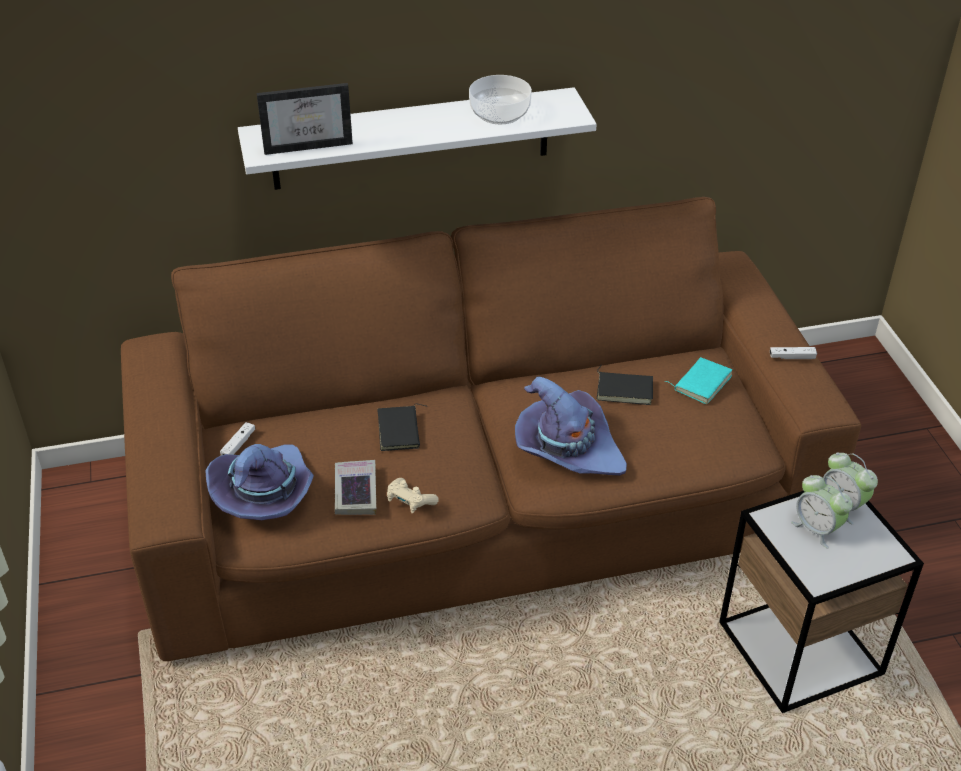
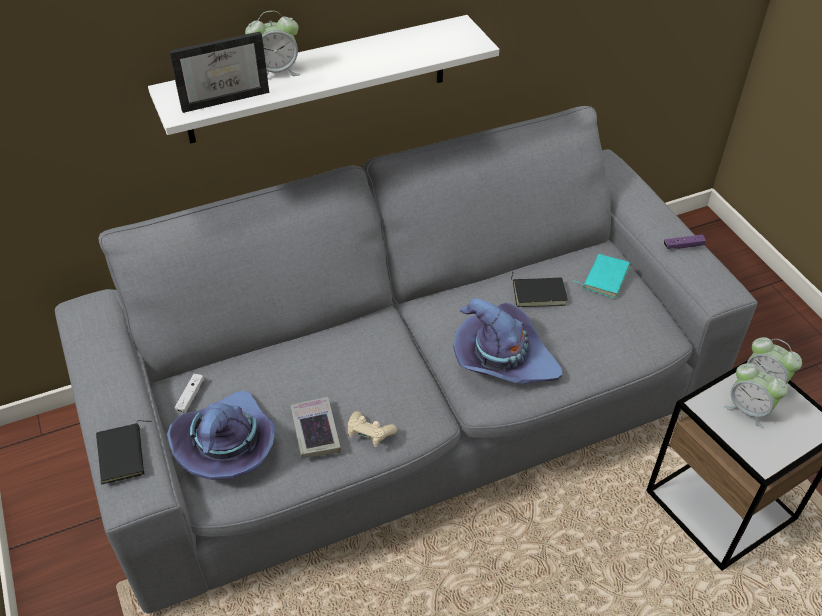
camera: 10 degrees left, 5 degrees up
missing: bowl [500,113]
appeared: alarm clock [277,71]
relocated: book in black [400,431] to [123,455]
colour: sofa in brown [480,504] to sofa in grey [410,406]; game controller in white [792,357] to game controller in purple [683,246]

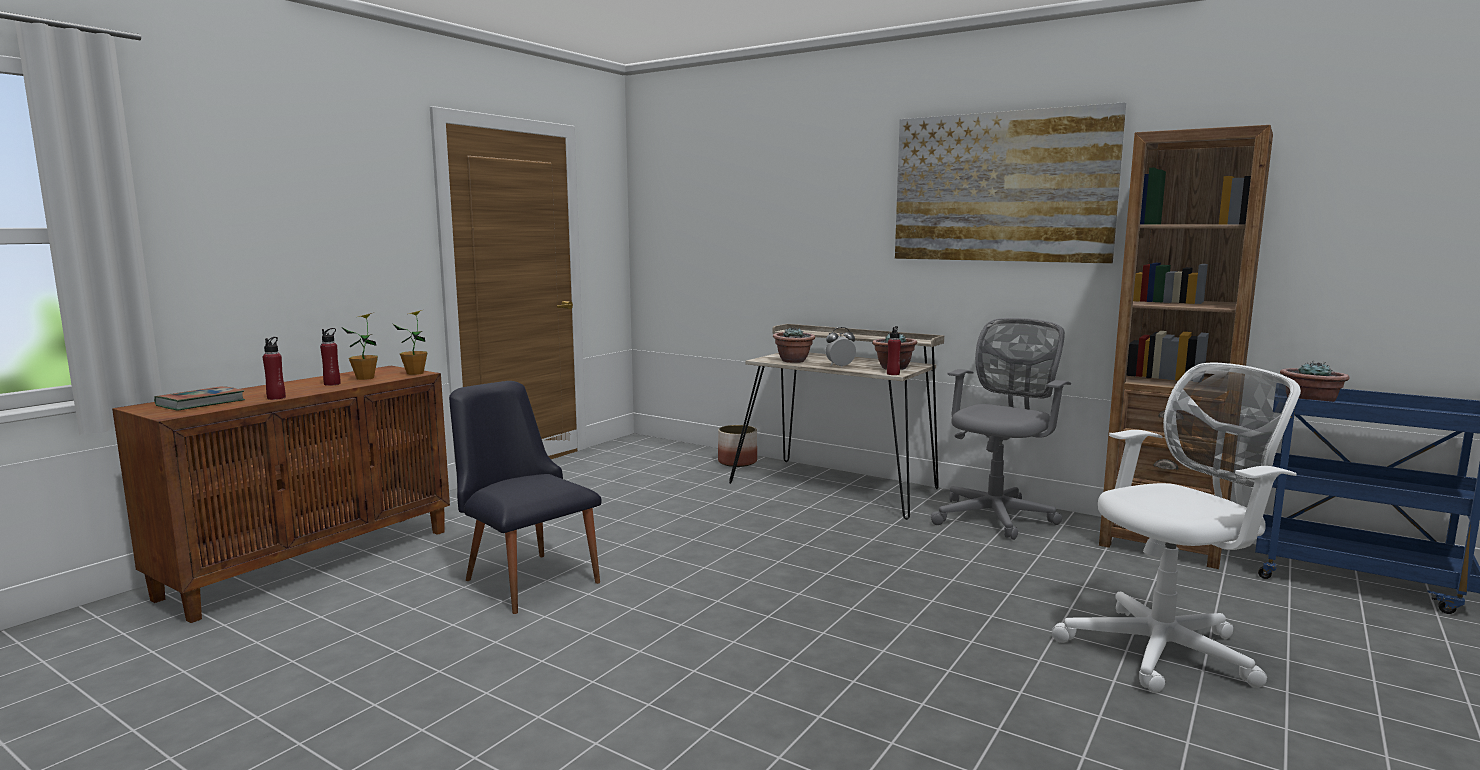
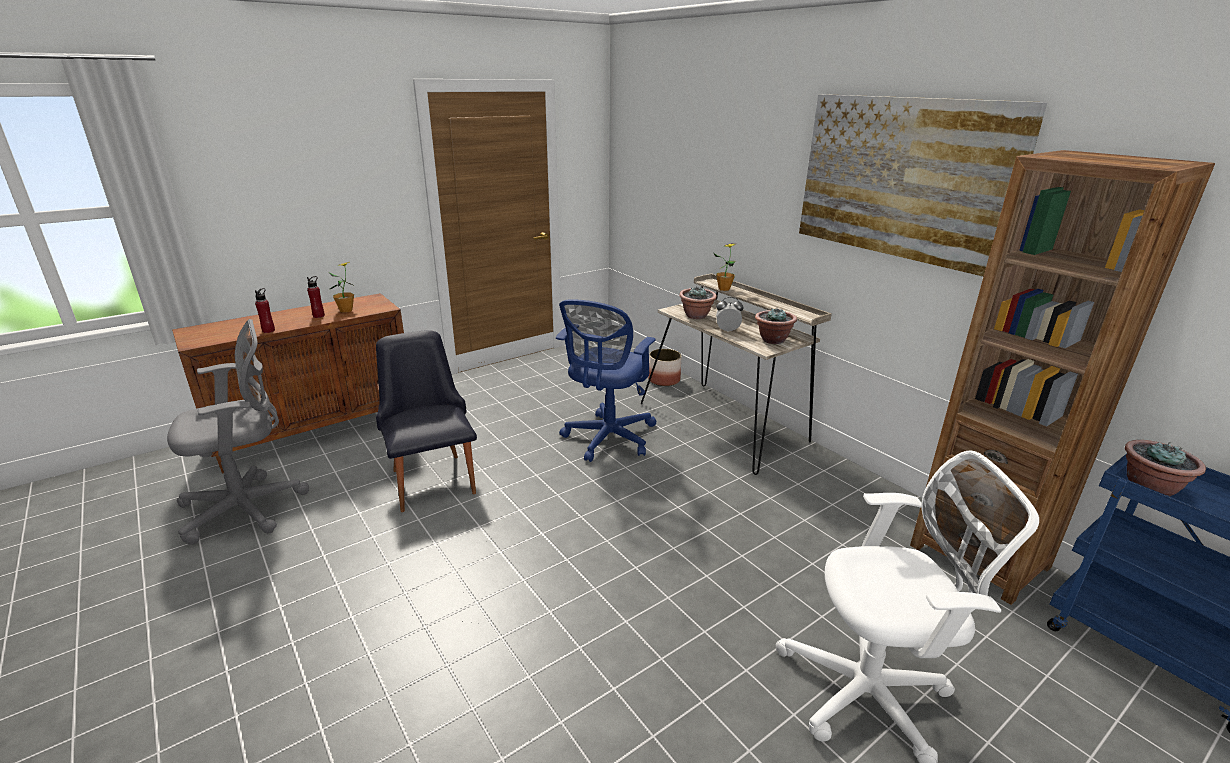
camera: 20 degrees right, 15 degrees up
missing: book [201,403]; bottle in red [893,374]
appeared: office chair in blue [607,439]
relocated: potted plant [415,373] to [724,289]; office chair in grey [996,516] to [249,507]

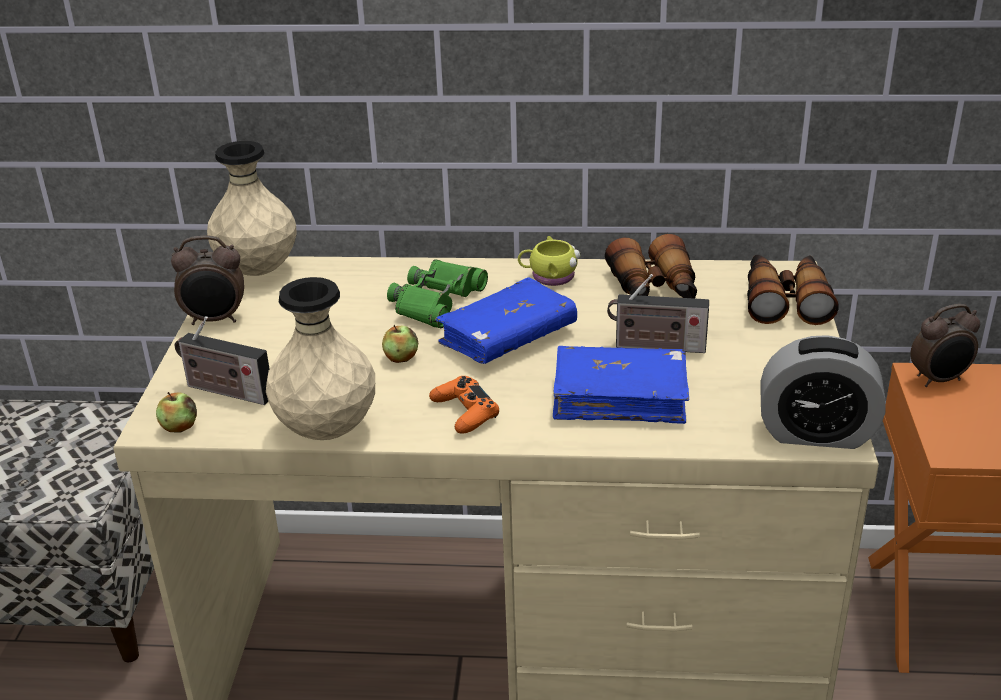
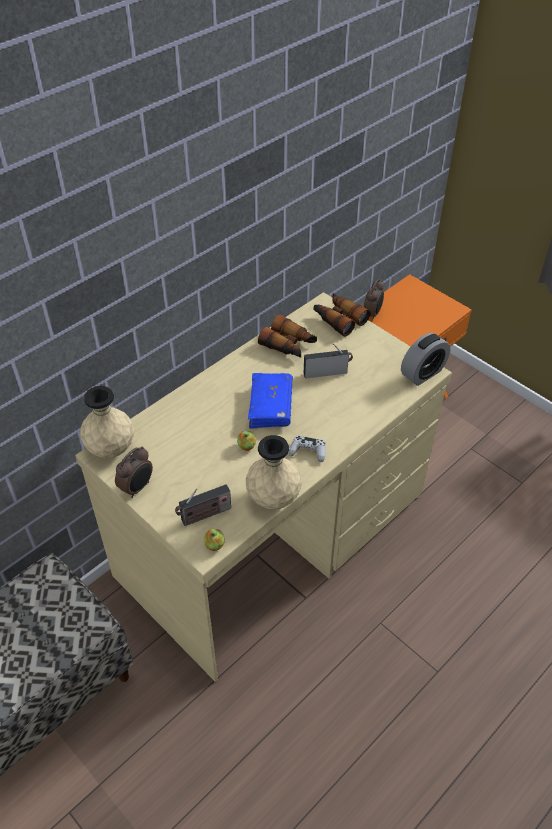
camera: 50 degrees left, 15 degrees up
missing: binoculars in green [437,301]; mug in yellow [549,276]; book in blue [619,398]
colour: game controller in orange [465,412] to game controller in white [308,451]
spun: radio [655,346] = [327,372] 150 degrees counterclockwise

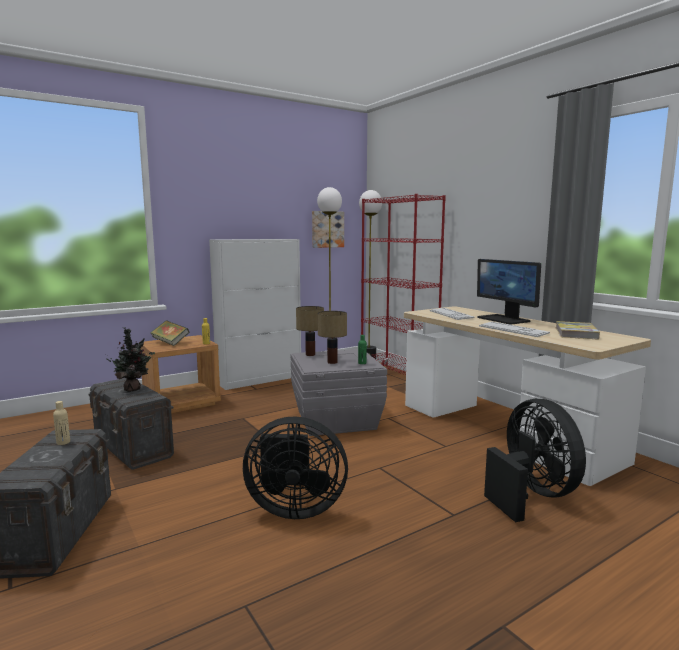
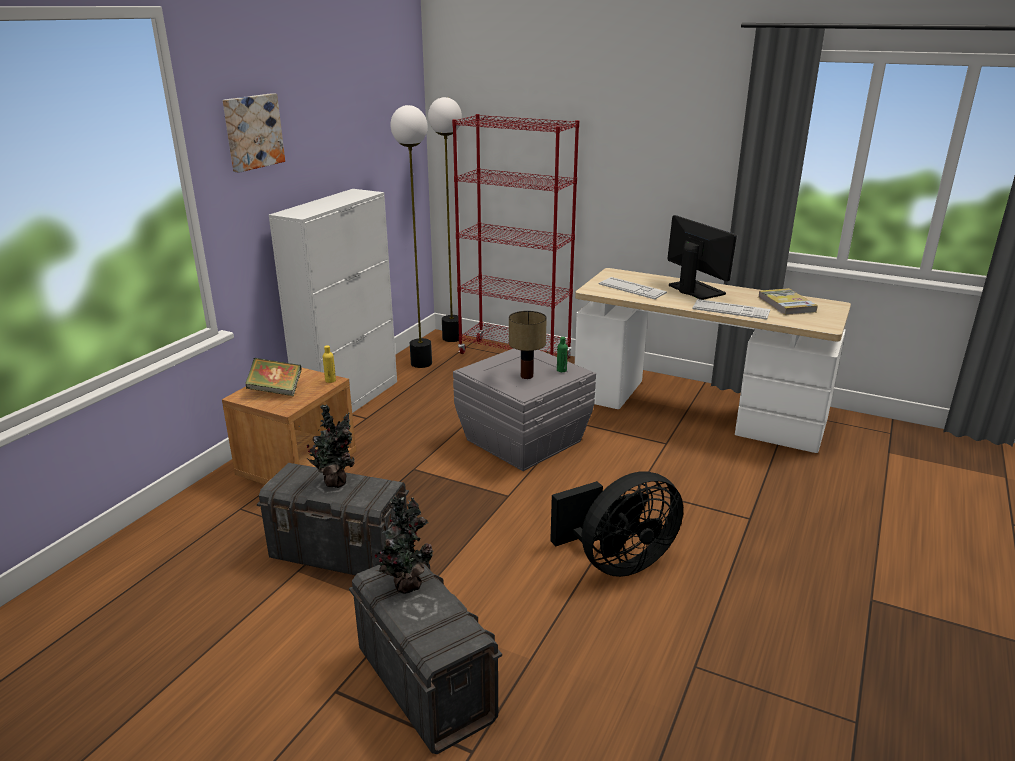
camera: 30 degrees left, 15 degrees up
missing: table lamp [309,355]; fan in black [531,495]
relocated: picture [327,229] to [252,132]
exchanged: bottle in beige [63,442] to potted plant [405,584]
spun: monitor [504,319] = [695,290] 150 degrees counterclockwise

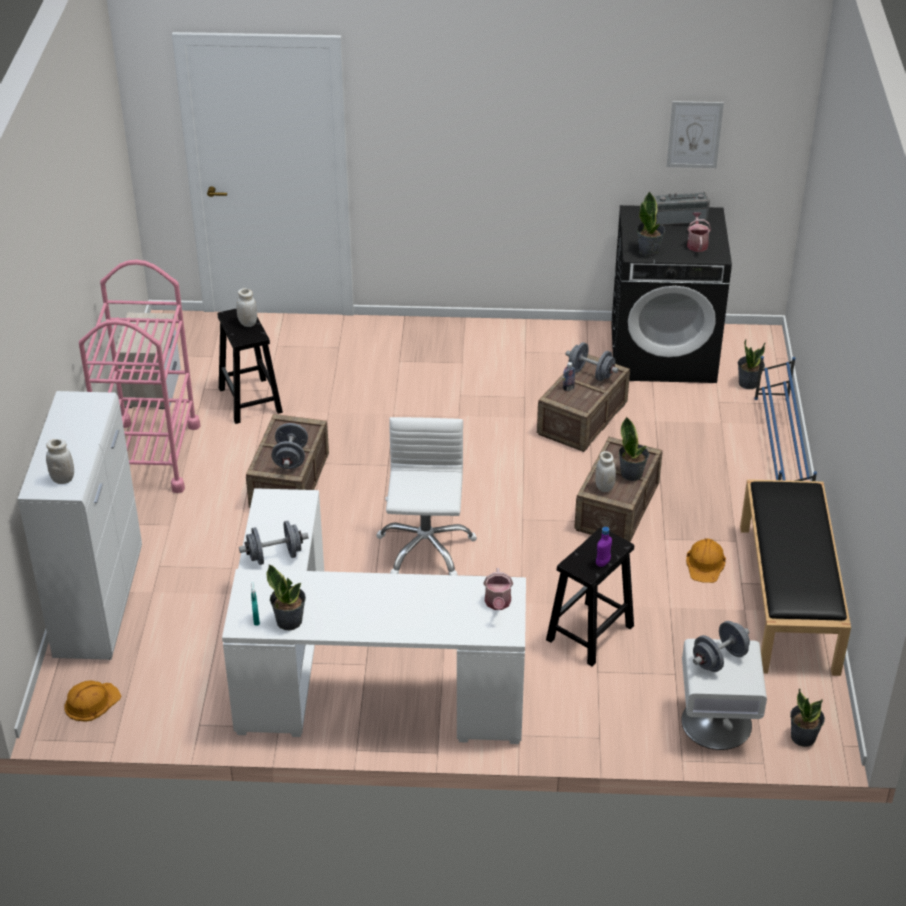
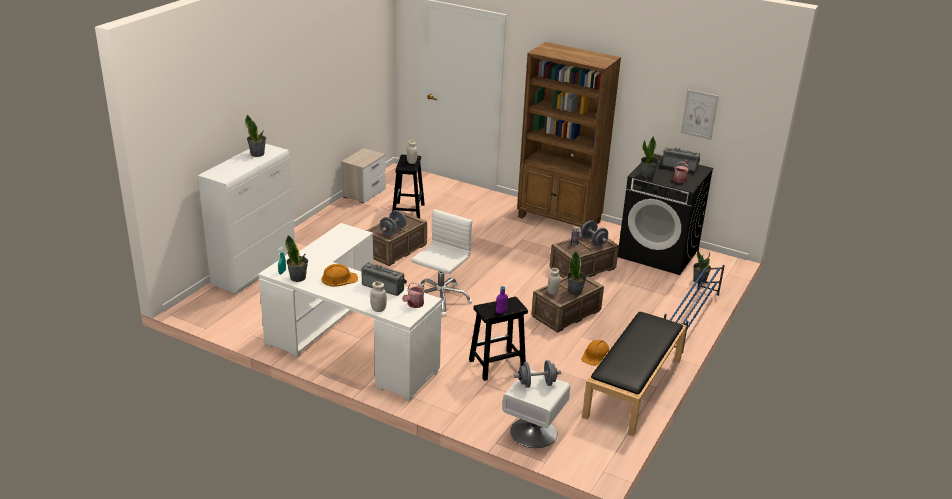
camera: 25 degrees right, 10 degrees down
missing: cart in pink [150,456]; dumbbell in grey [275,556]
appeared: radio [384,286]; bookcase in brown [559,220]
relocated: jar in white [63,479] to [378,309]; hard hat in orange [91,702] to [339,278]; potted plant [803,737] to [257,154]

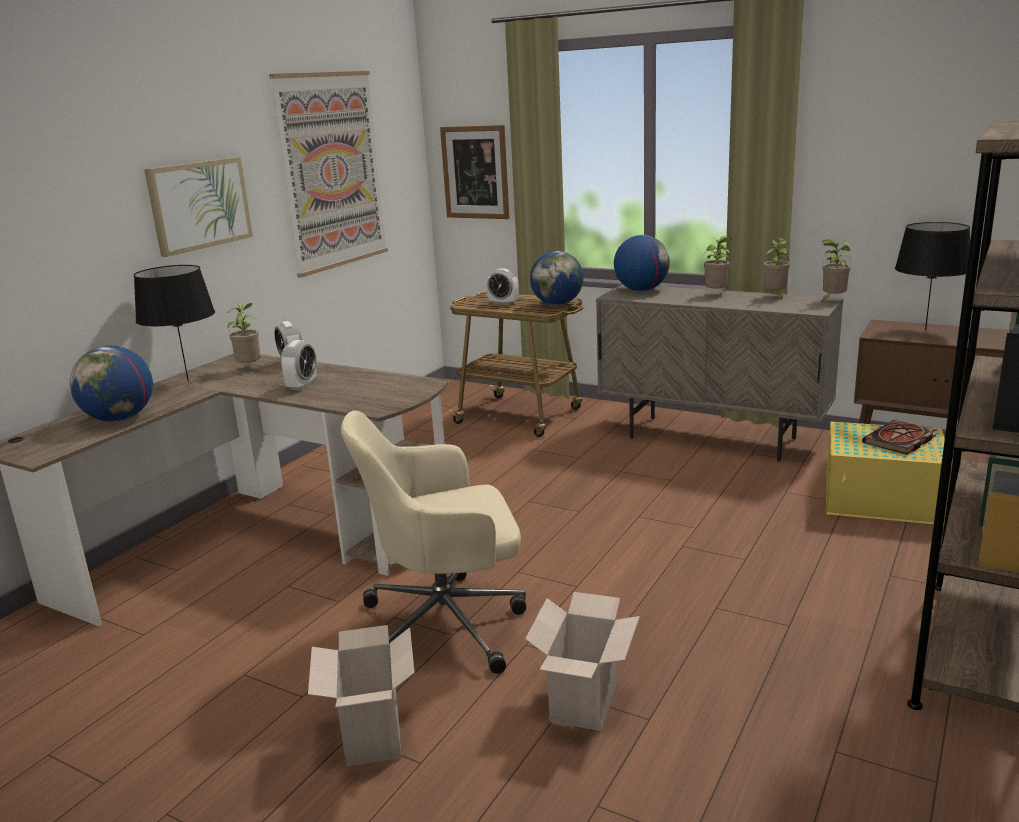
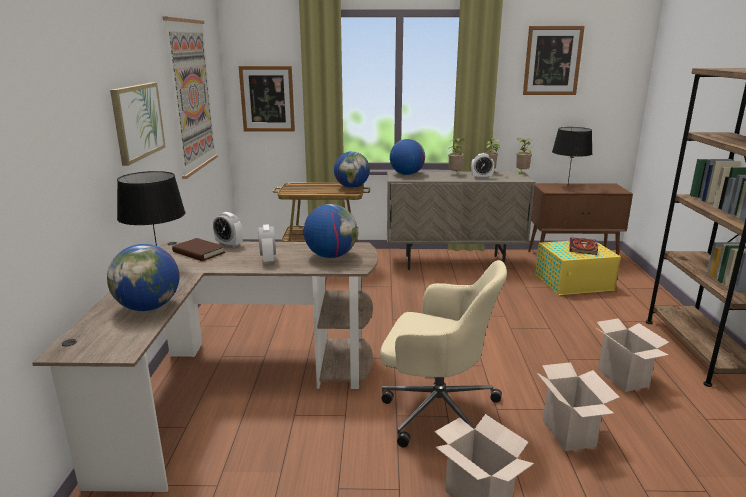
camera: 30 degrees left, 0 degrees up
appeared: globe [331,256]; picture [552,61]; cardboard box [625,378]
relocated: alarm clock [503,303] to [481,177]
exchanged: potted plant [250,368] to book in brown [199,252]
spun: office chair in beige [447,624] = [436,410] 120 degrees counterclockwise

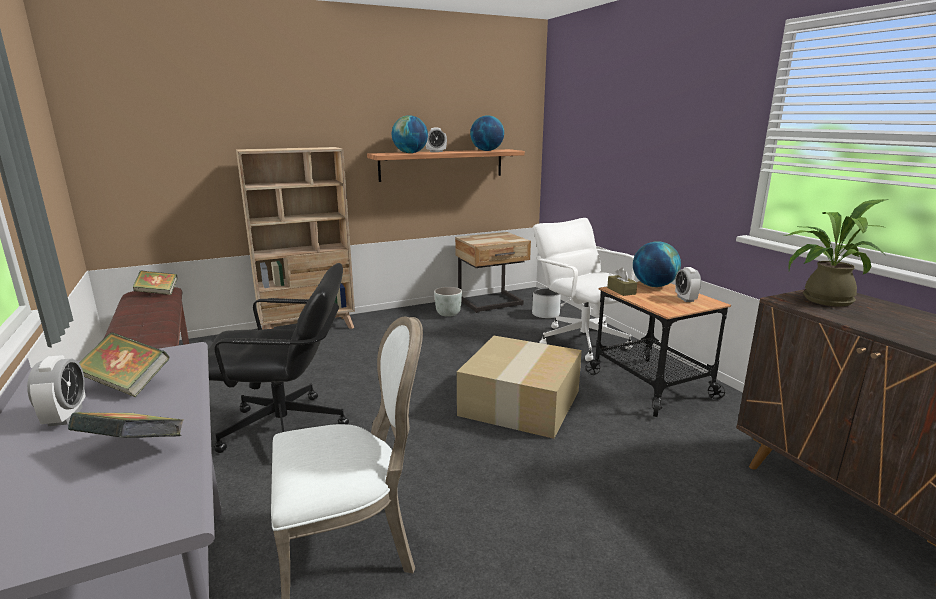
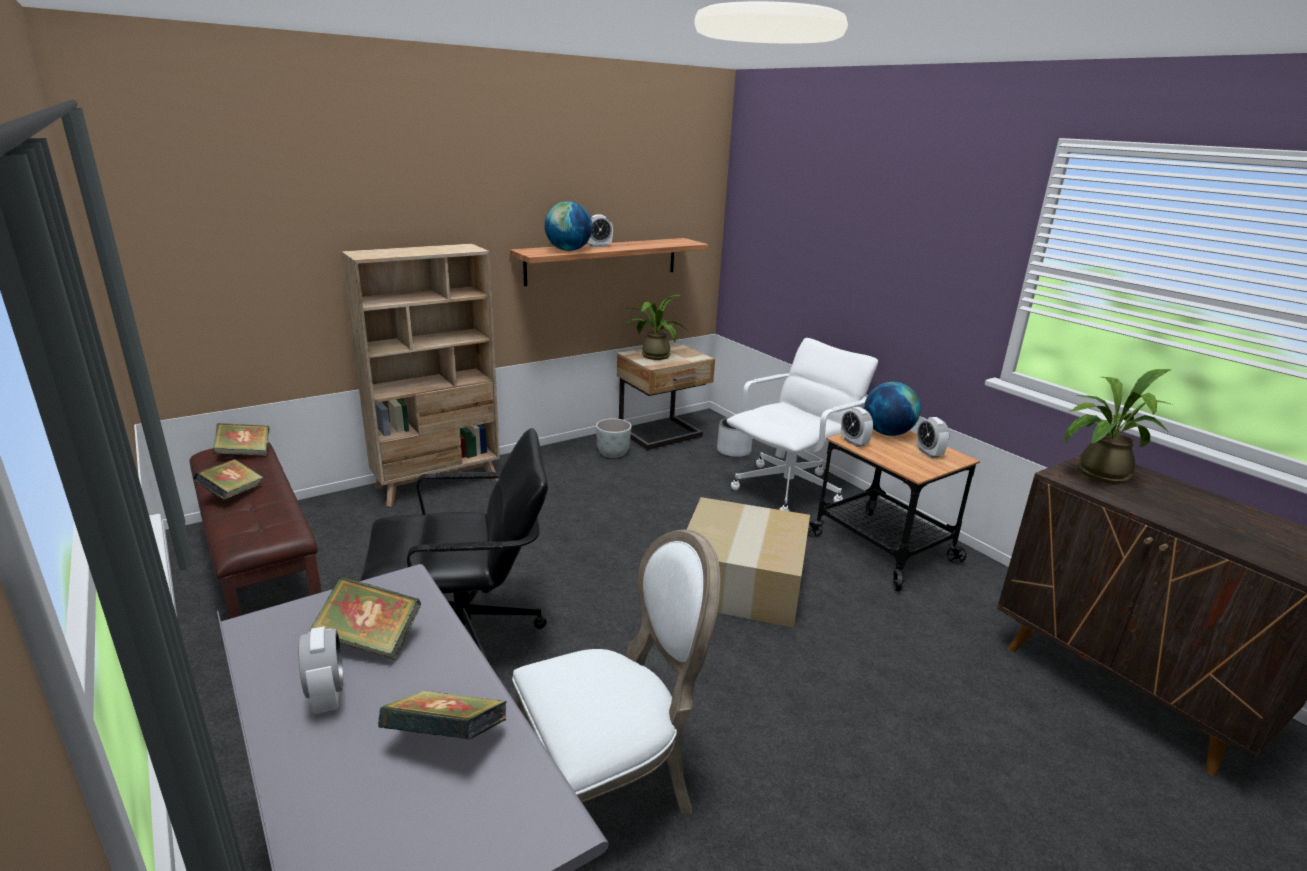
camera: 10 degrees left, 5 degrees up
missing: globe [486,150]
appeared: book [232,494]; potted plant [652,355]
exchanged: tissue box in brown [621,291] to alarm clock [854,442]
spun: office chair in white [583,341] = [789,489] 90 degrees clockwise

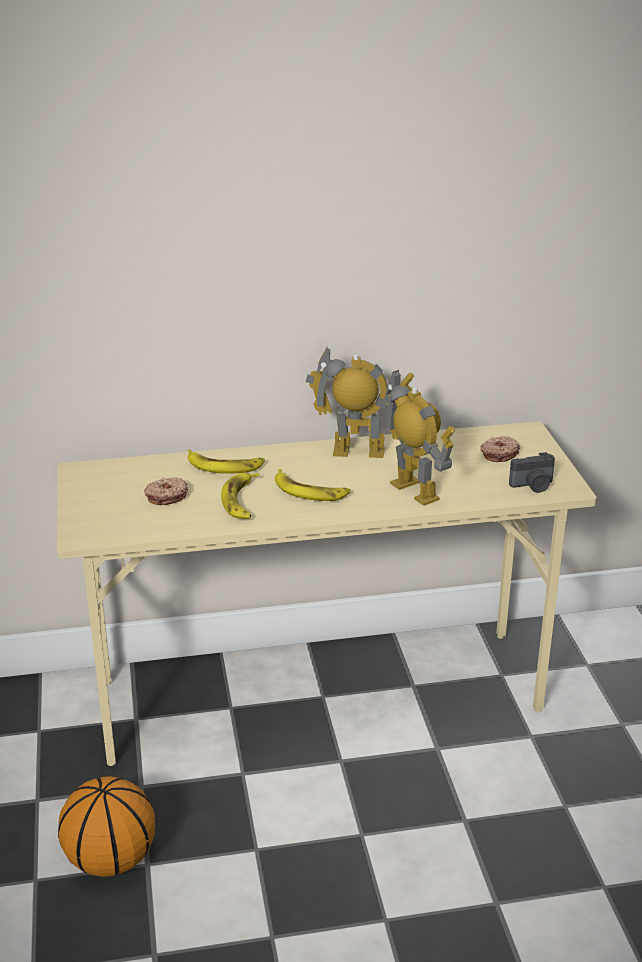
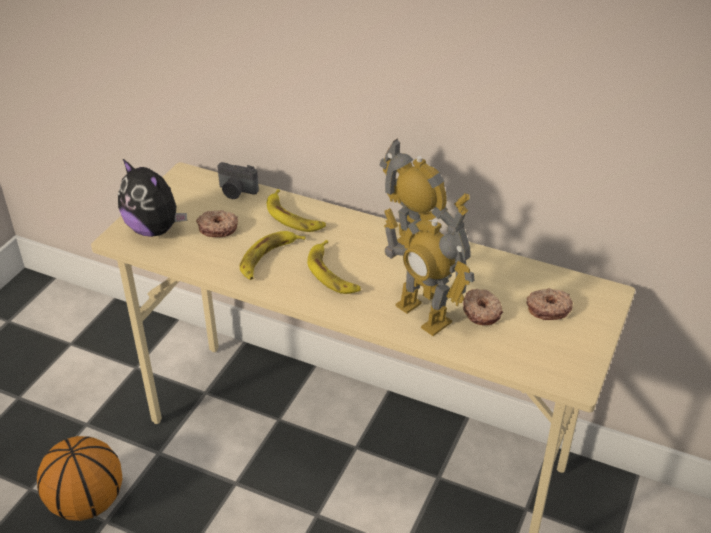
camera: 35 degrees right, 10 degrees up
appeared: plush toy [155,229]; donut [482,312]
relocated: photo camera [533,486] to [236,192]
spun: toy robot [415,491] = [423,314] 135 degrees clockwise

